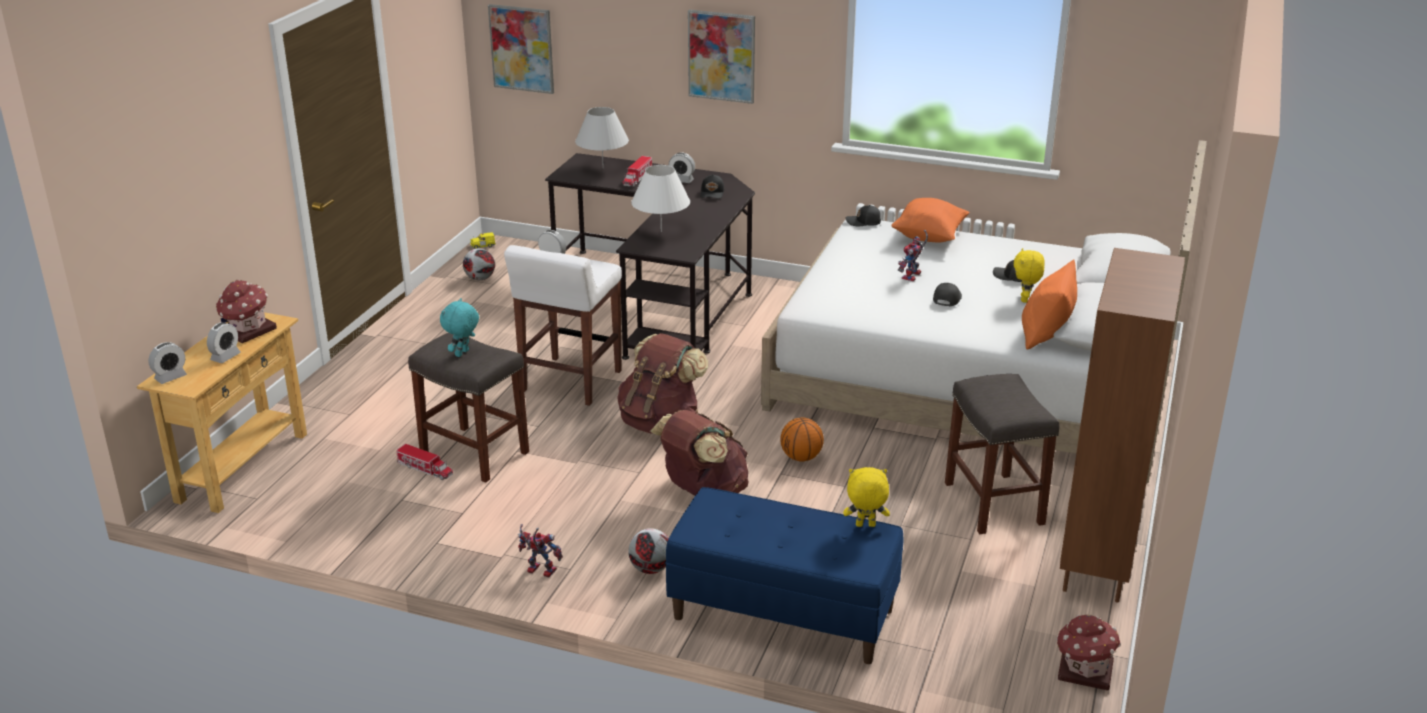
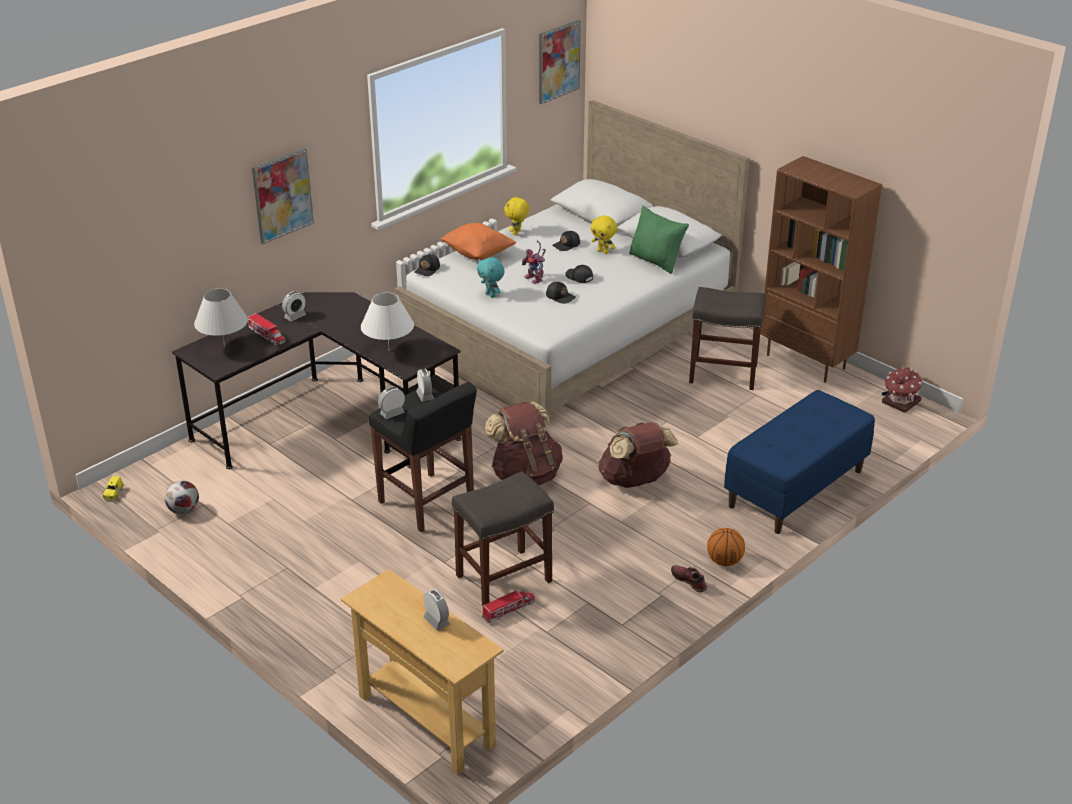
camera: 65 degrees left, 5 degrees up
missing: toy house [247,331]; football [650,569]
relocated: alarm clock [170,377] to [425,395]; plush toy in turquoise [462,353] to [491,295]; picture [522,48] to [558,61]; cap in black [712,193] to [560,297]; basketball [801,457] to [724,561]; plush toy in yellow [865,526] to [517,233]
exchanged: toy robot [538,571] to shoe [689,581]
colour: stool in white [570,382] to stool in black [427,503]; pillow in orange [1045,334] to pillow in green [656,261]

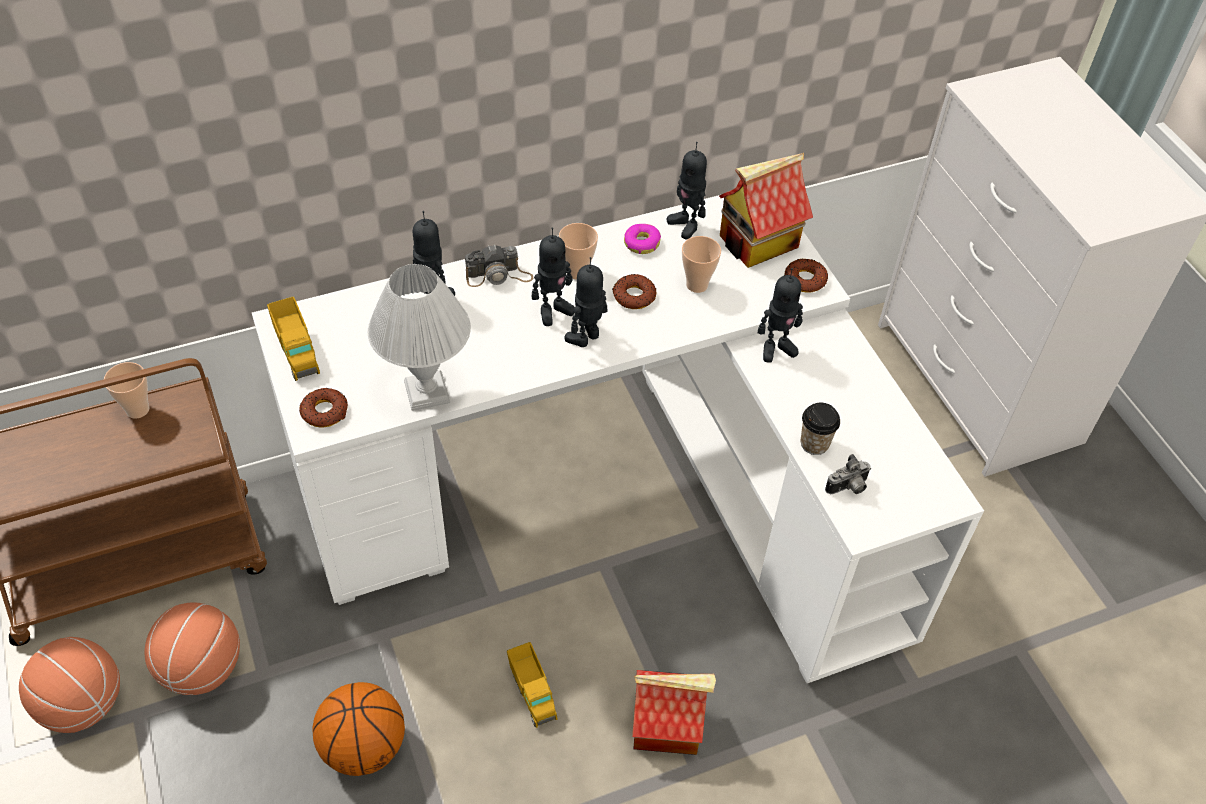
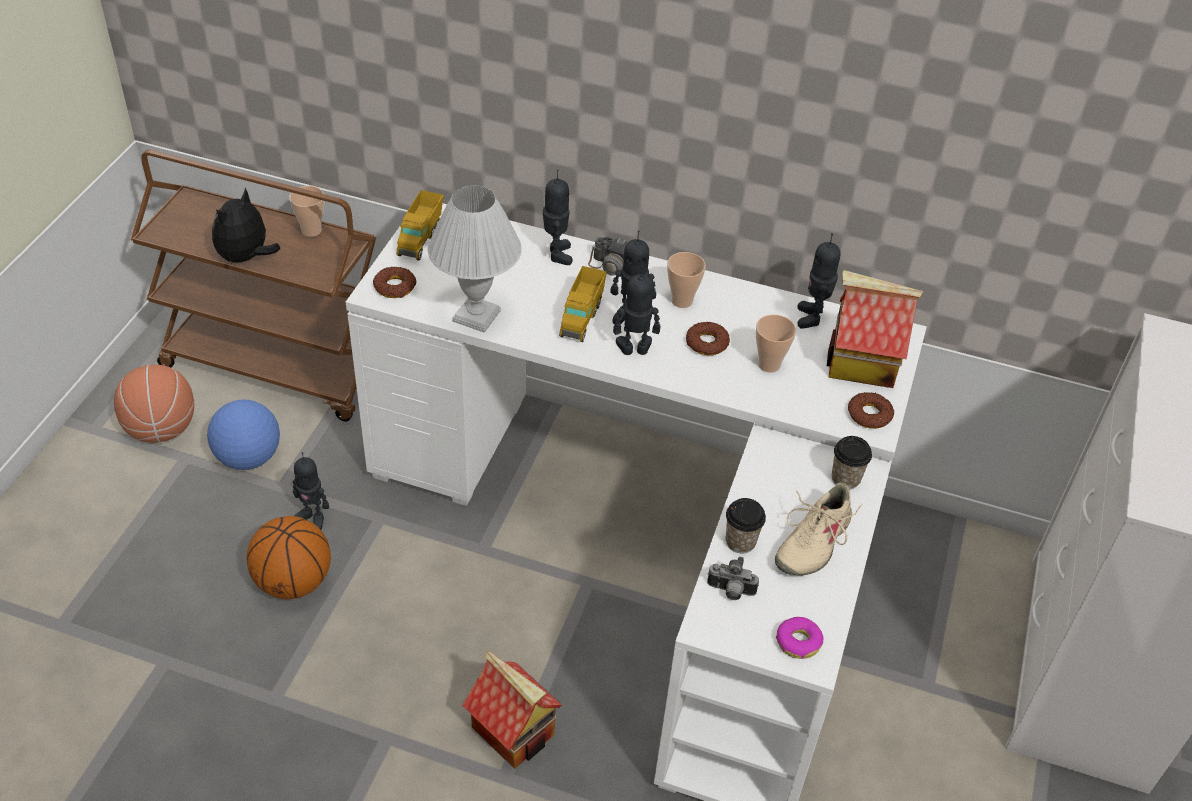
camera: 40 degrees right, 5 degrees down
appeared: plush toy [246,258]; shoe in beige [812,542]; cup [845,478]
relocated: toy truck [532,693] to [581,318]; donut [641,243] to [798,642]; toy robot [776,348] to [312,518]
exchanged: basketball [202,669] to football [248,457]

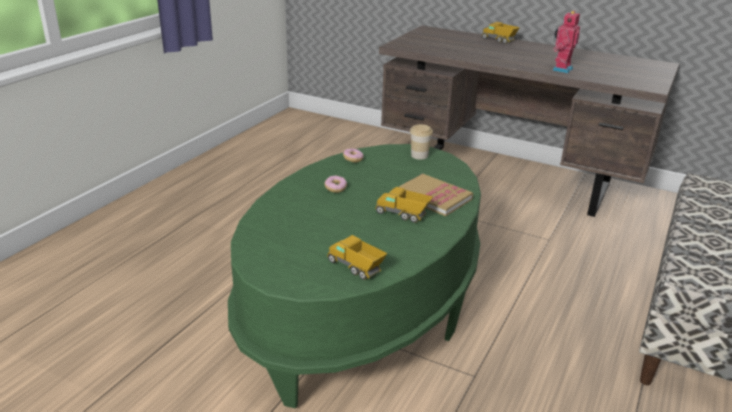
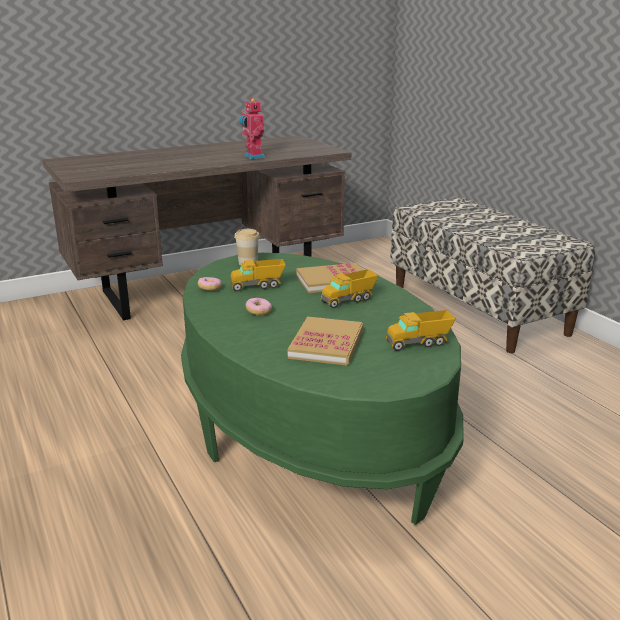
camera: 55 degrees left, 5 degrees down
appeared: book [326,344]
relocated: toy truck [499,40] to [258,286]

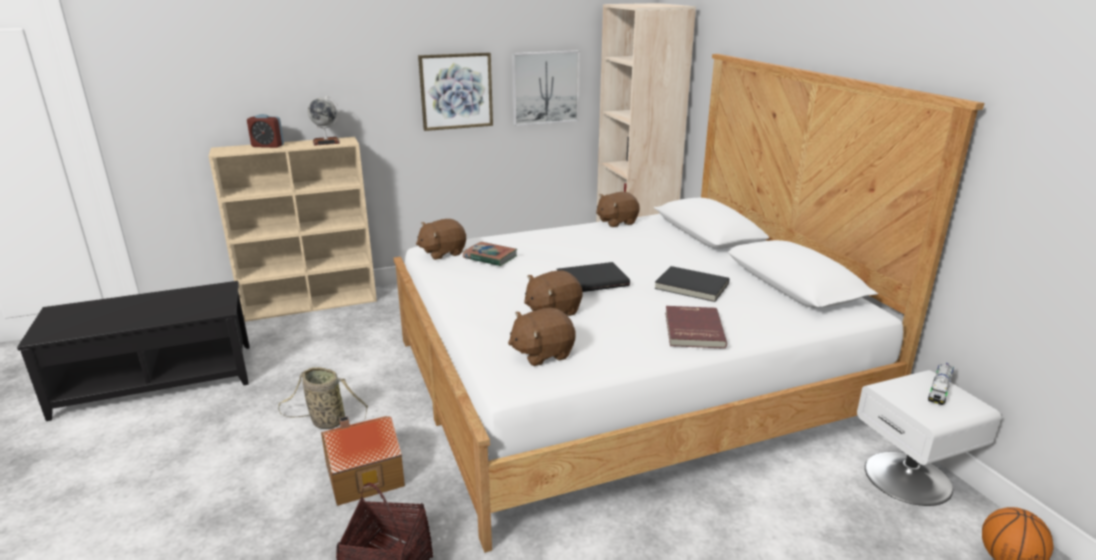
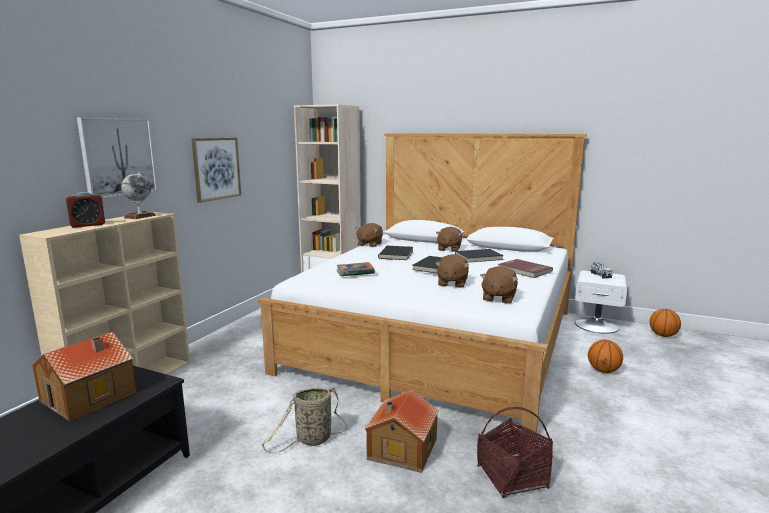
camera: 45 degrees left, 10 degrees down
appeared: toy house [90,396]; book in black [397,254]; basketball [603,371]
relocated: plush toy in brown [442,253] to [448,249]; picture [545,87] to [118,157]

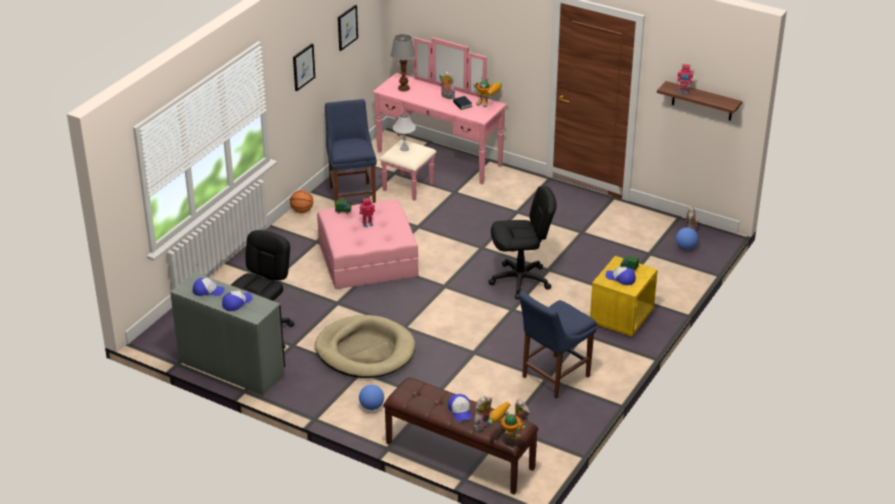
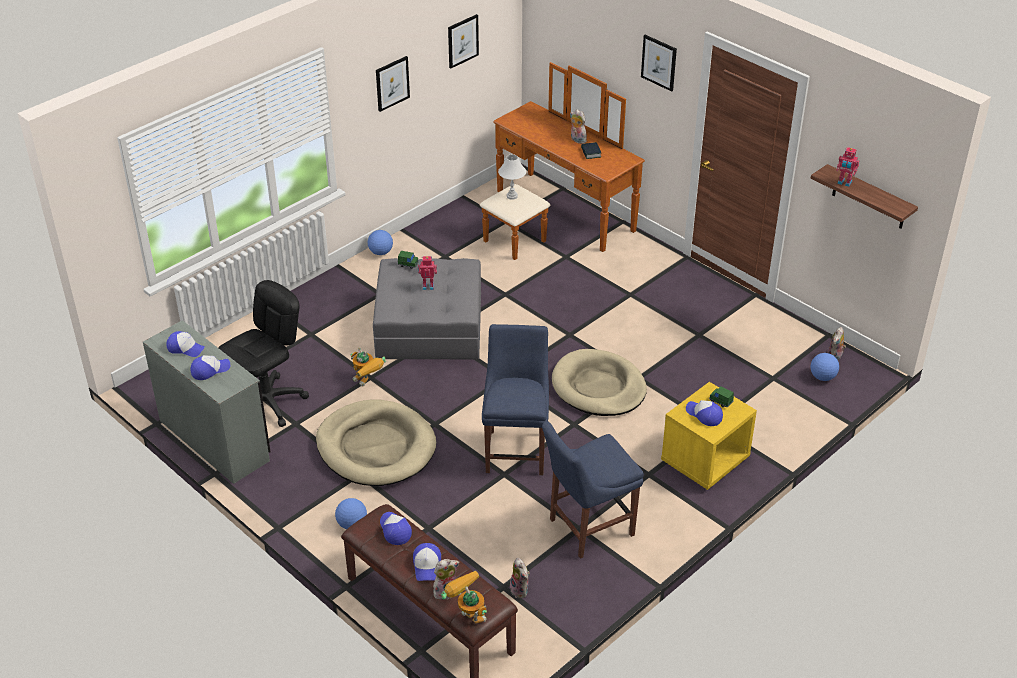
camera: 15 degrees right, 5 degrees up
missing: table lamp [403,88]
appeared: cap [395,530]; picture [659,62]
relocated: chair in blue [352,194] to [516,449]; toy robot [488,104] to [368,382]
exchanged: basketball [302,211] to football [380,252]; office chair in black [520,281] to dog bed in beige [598,387]
colour: ottoman in pink [367,259] to ottoman in grey [428,326]; dresser in pink [432,165] to dresser in brown [554,218]

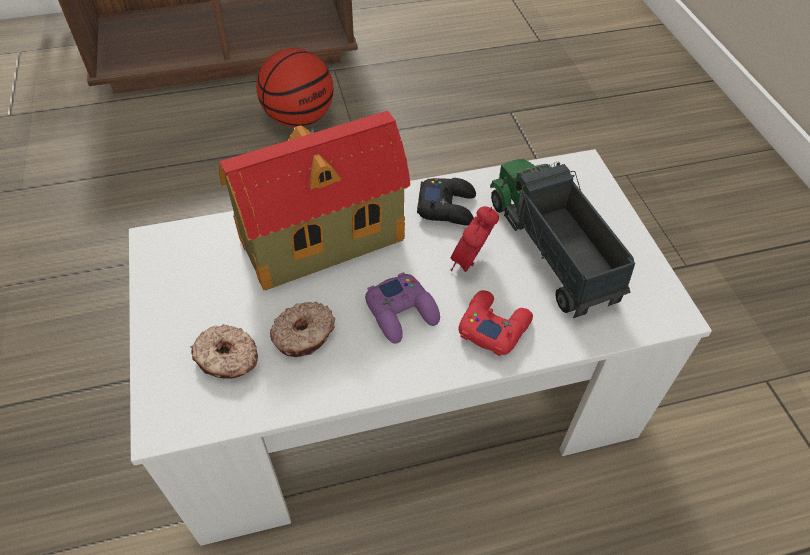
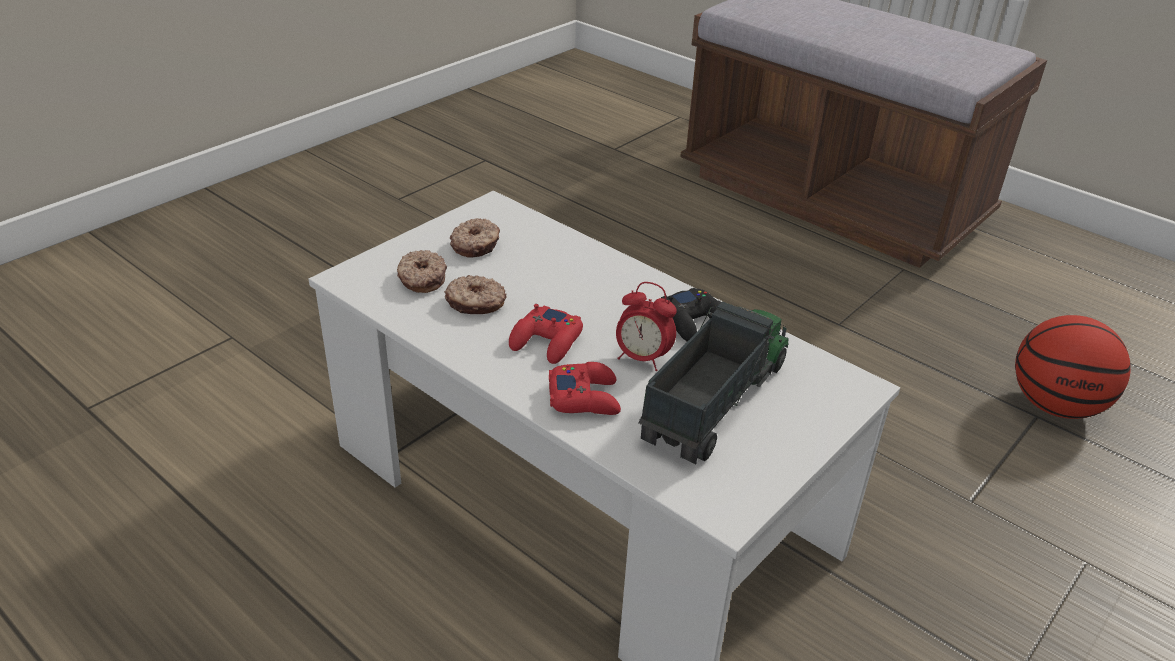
camera: 55 degrees right, 15 degrees down
missing: toy house [318,241]
appeared: donut [476,245]
relocated: basketball [299,118] to [1055,405]
colour: game controller in purple [402,312] to game controller in red [547,342]
spun: alarm clock [470,263] = [642,358] 150 degrees counterclockwise

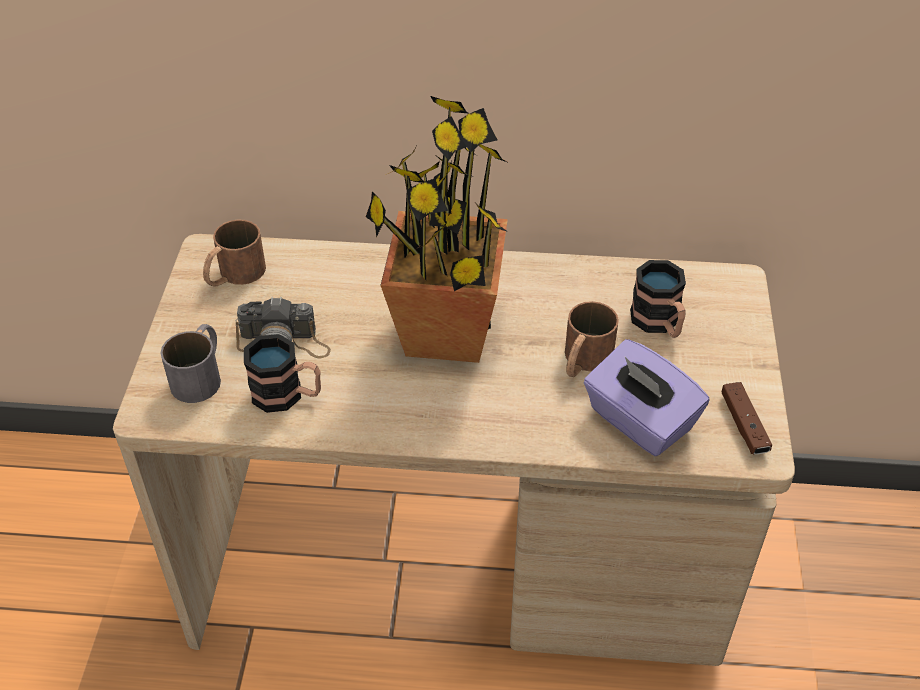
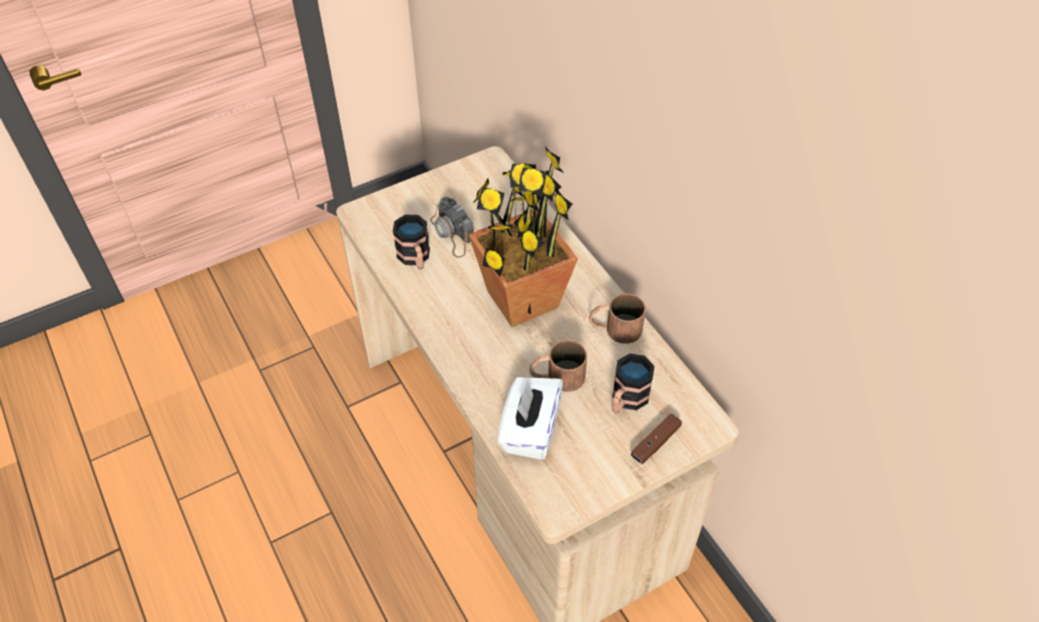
camera: 55 degrees right, 5 degrees up
missing: mug in grey [201,374]
relocated: mug in brown [234,275] to [615,328]; game controller in brown [744,425] to [655,443]
colour: tissue box in purple [639,421] to tissue box in white [530,430]

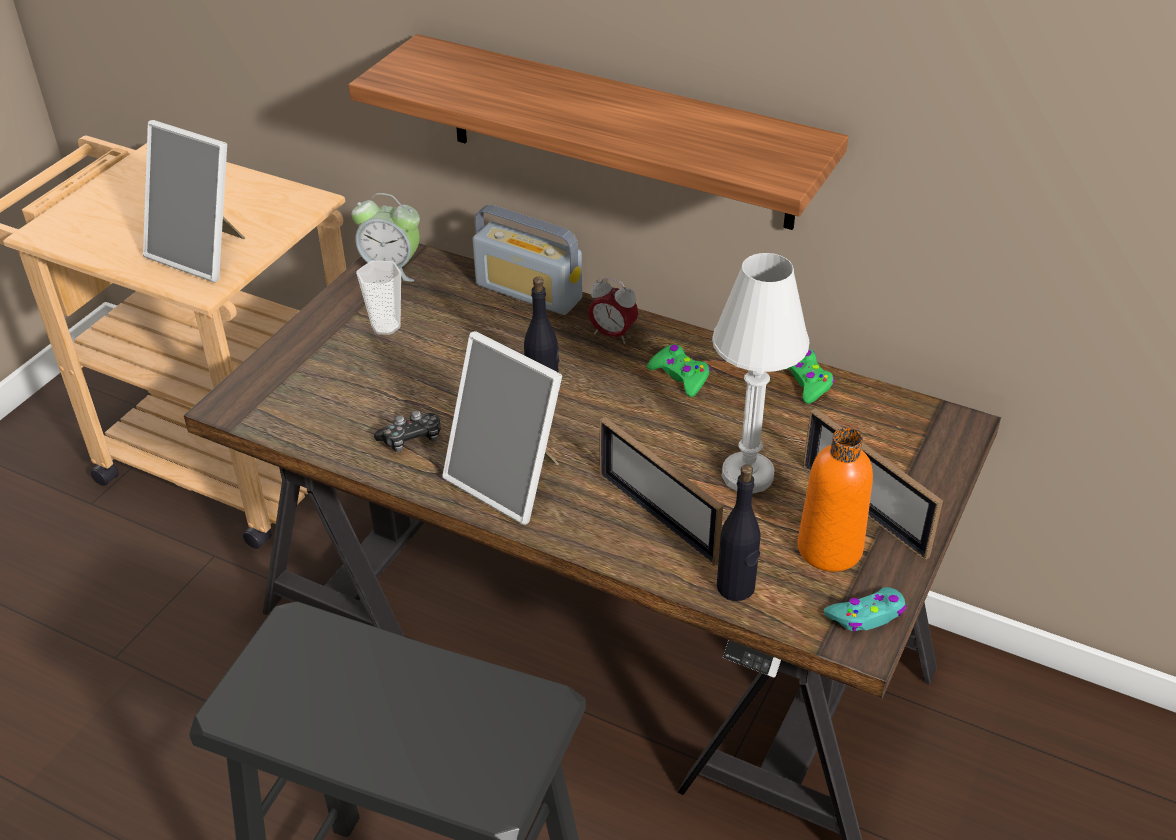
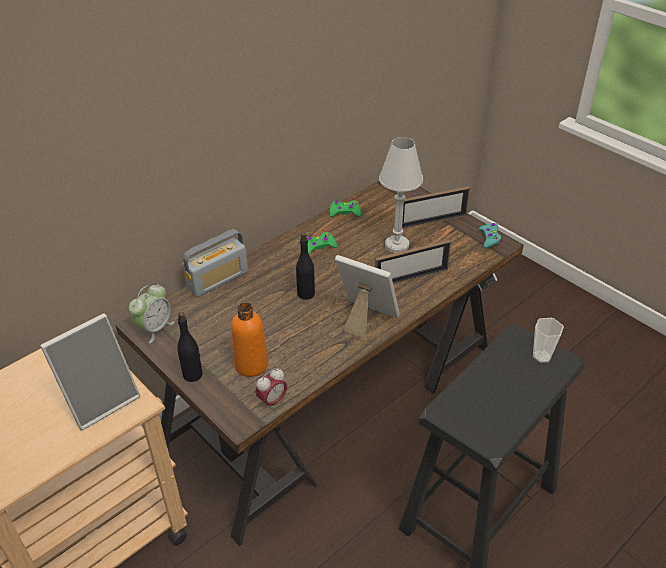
camera: 70 degrees left, 0 degrees up
missing: shelf [618,132]; game controller [411,439]
relocated: cup [386,326] to [541,356]; alarm clock [612,334] to [272,401]; bottle in black [736,587] to [193,374]; bottle in orange [829,549] to [251,365]
spun: picture frame [510,481] = [365,319] 120 degrees counterclockwise

